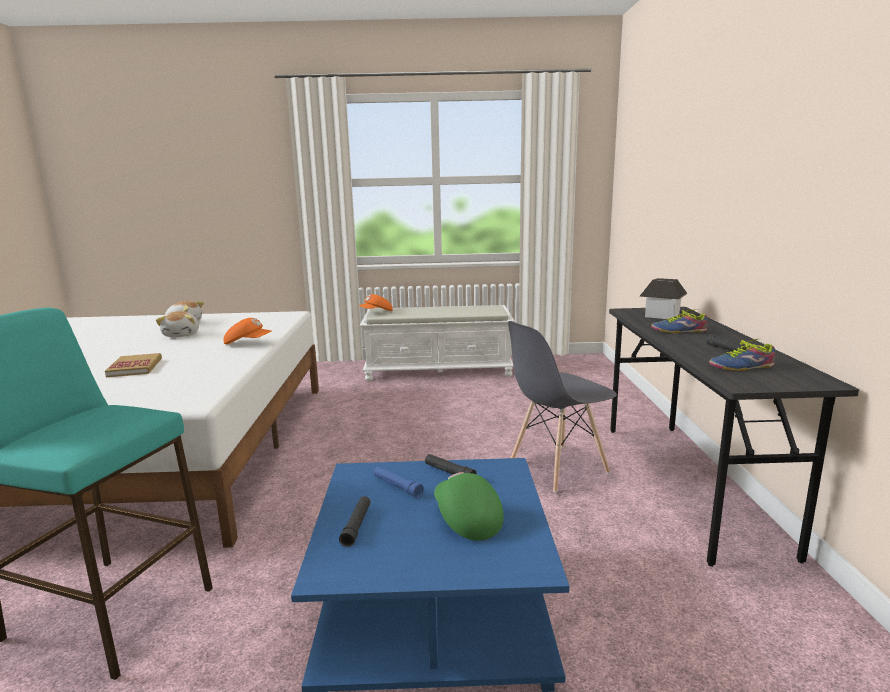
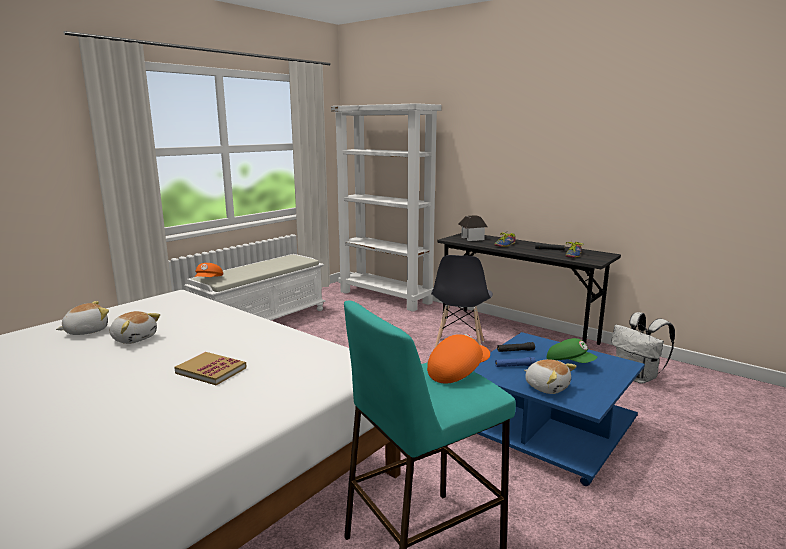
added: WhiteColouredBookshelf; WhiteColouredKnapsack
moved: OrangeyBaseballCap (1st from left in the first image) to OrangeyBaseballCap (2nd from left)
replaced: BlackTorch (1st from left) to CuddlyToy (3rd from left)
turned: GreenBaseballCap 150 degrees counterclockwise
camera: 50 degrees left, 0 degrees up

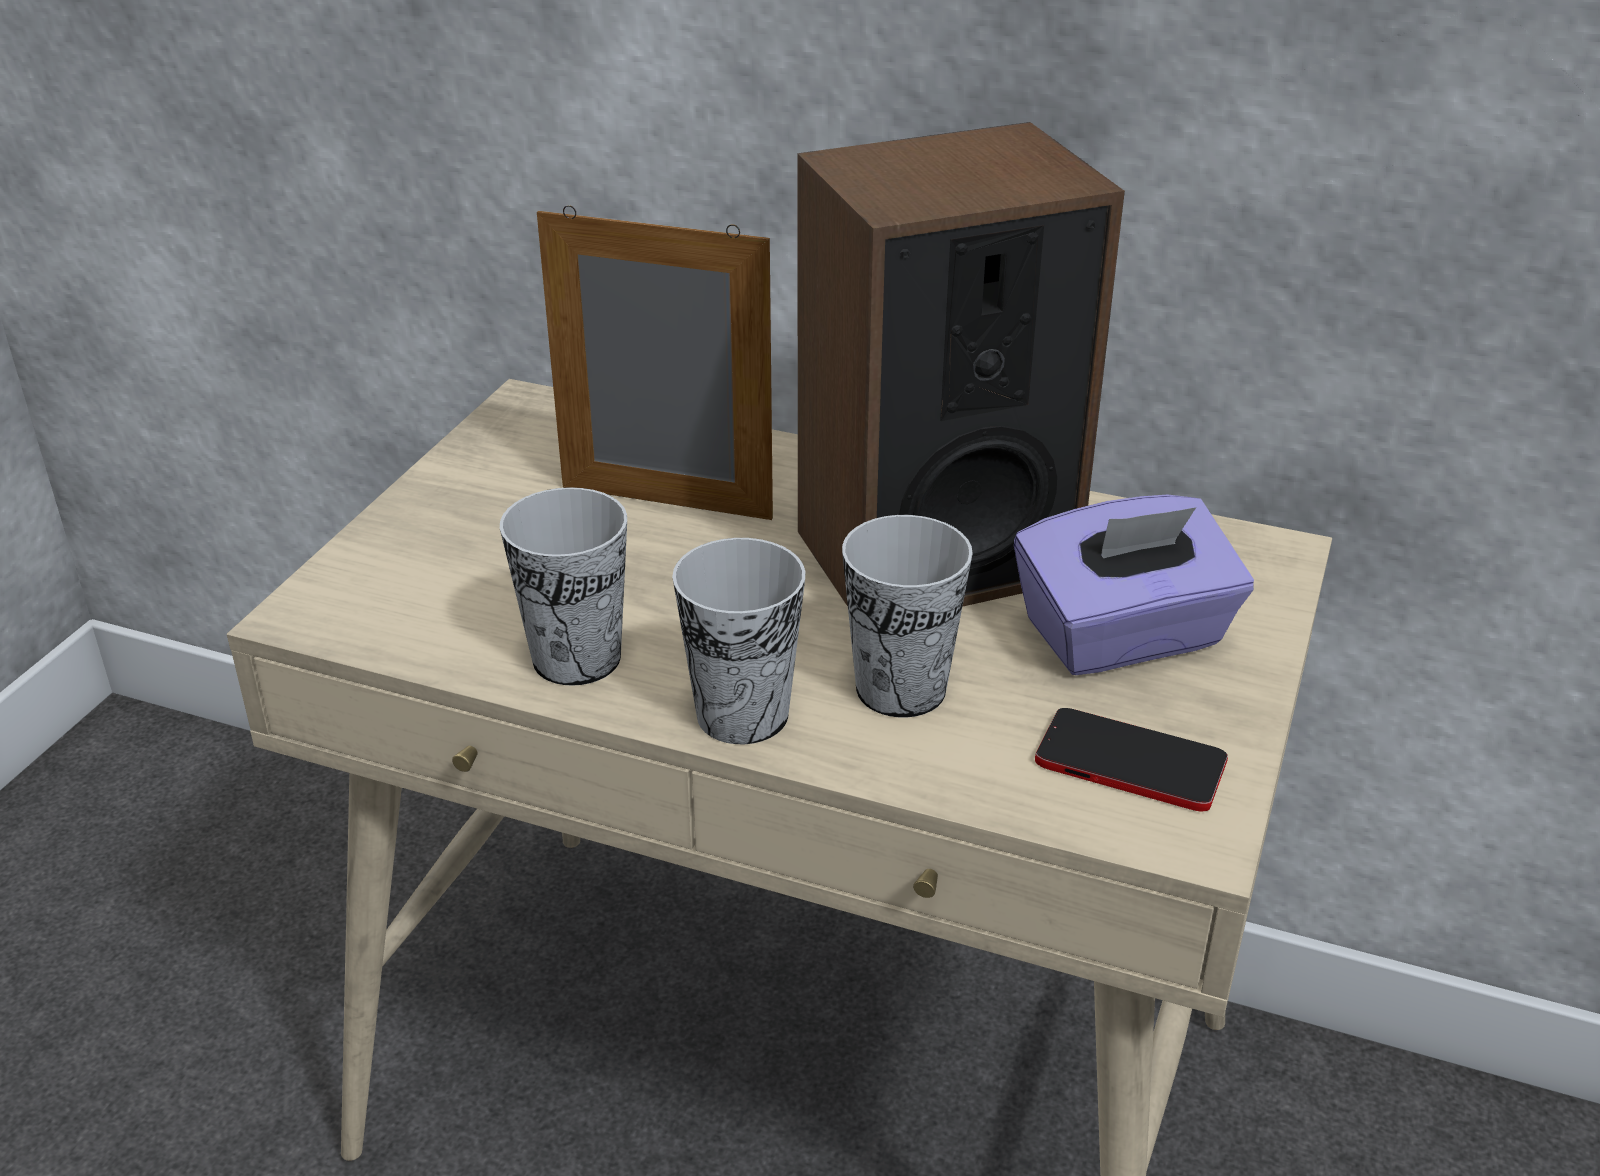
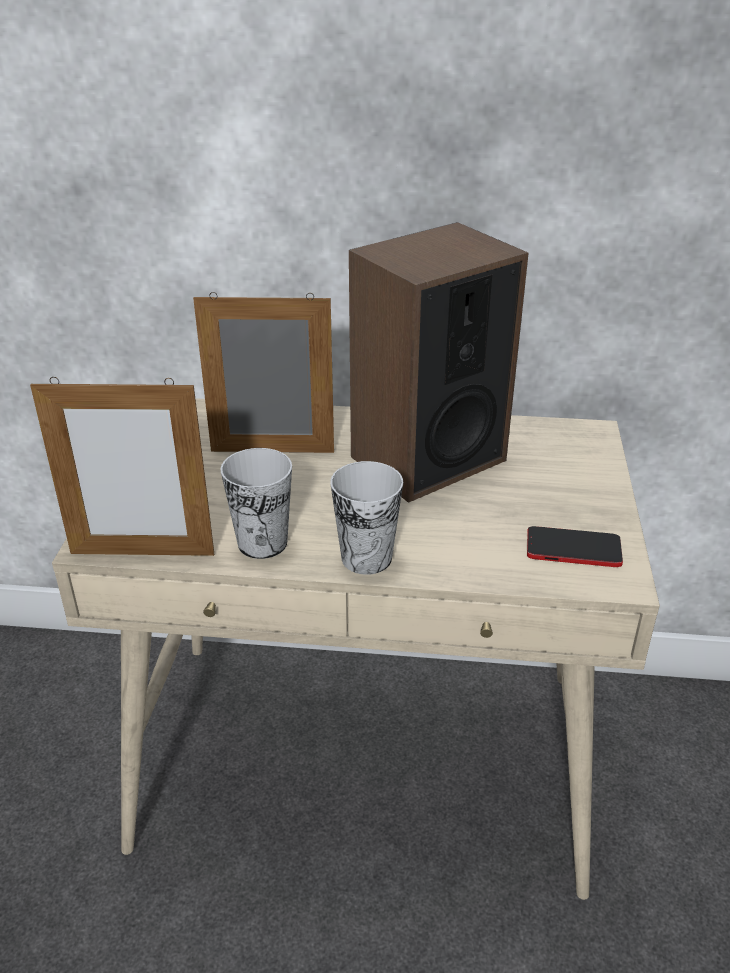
removed: DrinkingCup (3rd from left); PurpleTissueBox
added: PhotoFrame (1st from left)
camera: 15 degrees left, 0 degrees up

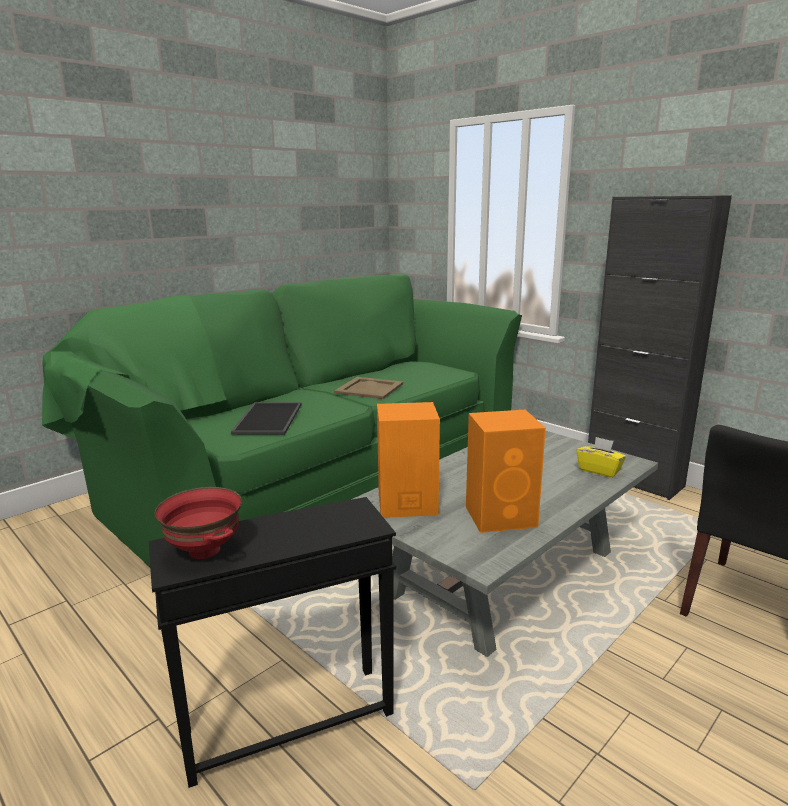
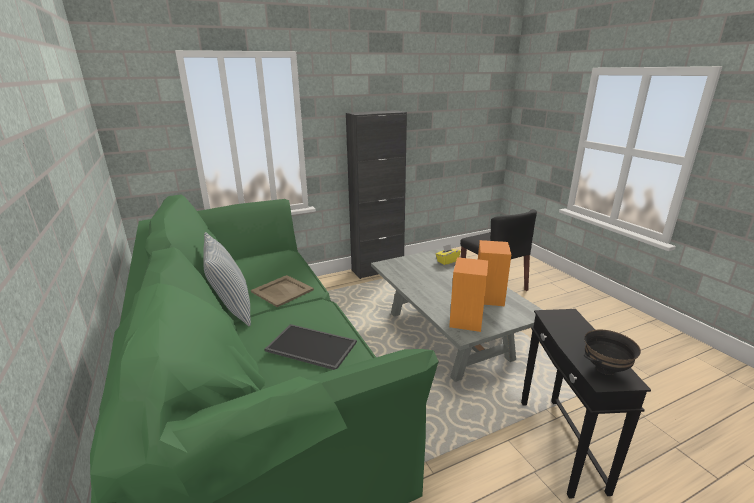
added: ThrowPillow
recoloured: RedServingBowl to BlackServingBowl
camera: 70 degrees left, 5 degrees up

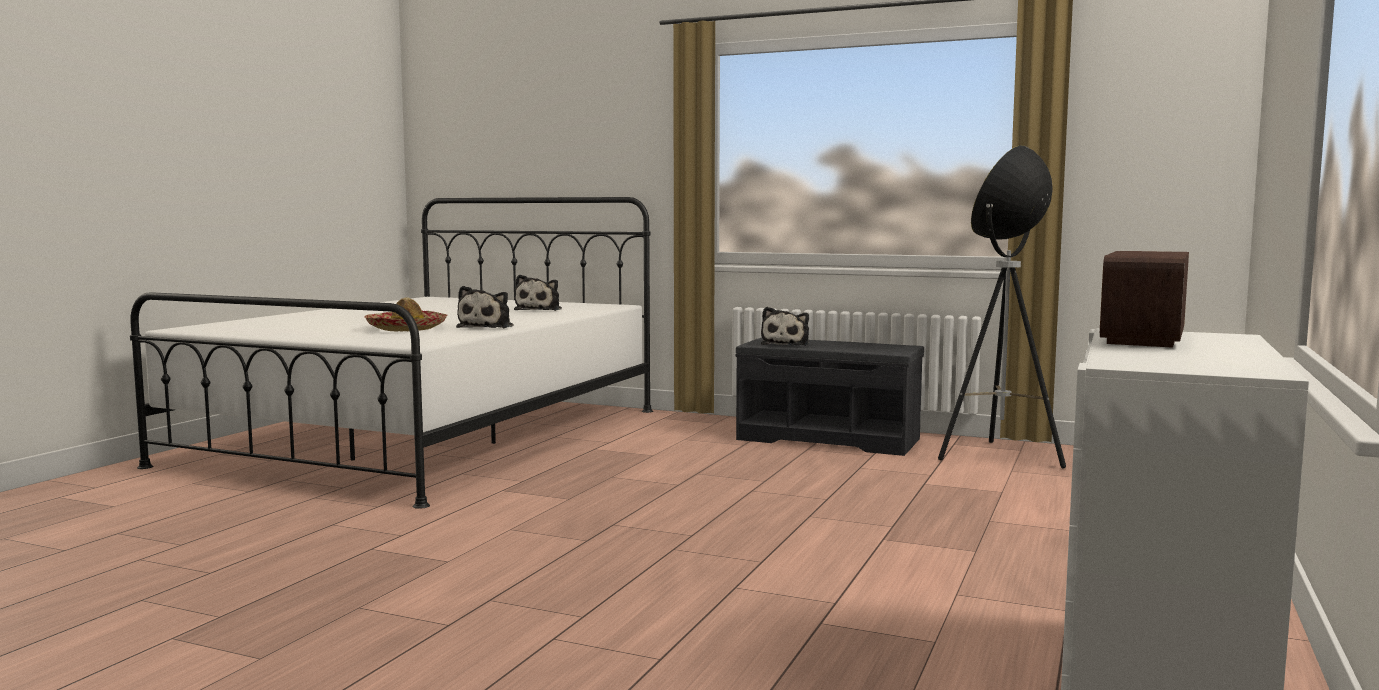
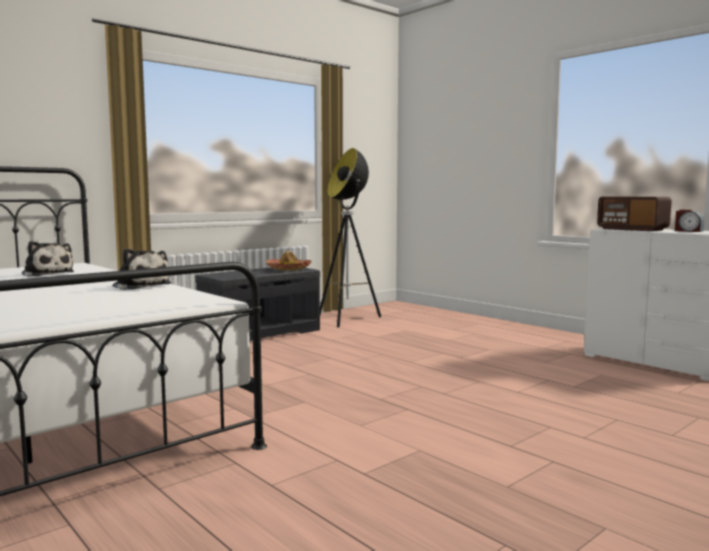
removed: CuddlyToy (3rd from left)
added: TableClock
moved: WearableHat
camera: 65 degrees left, 0 degrees up

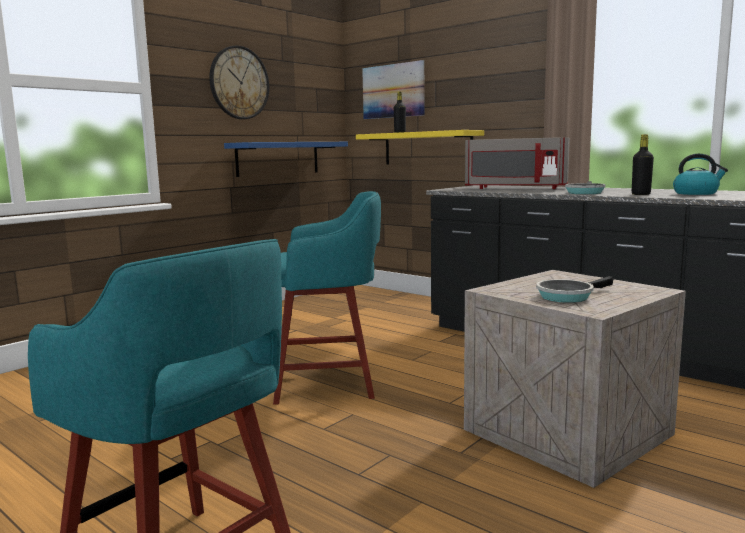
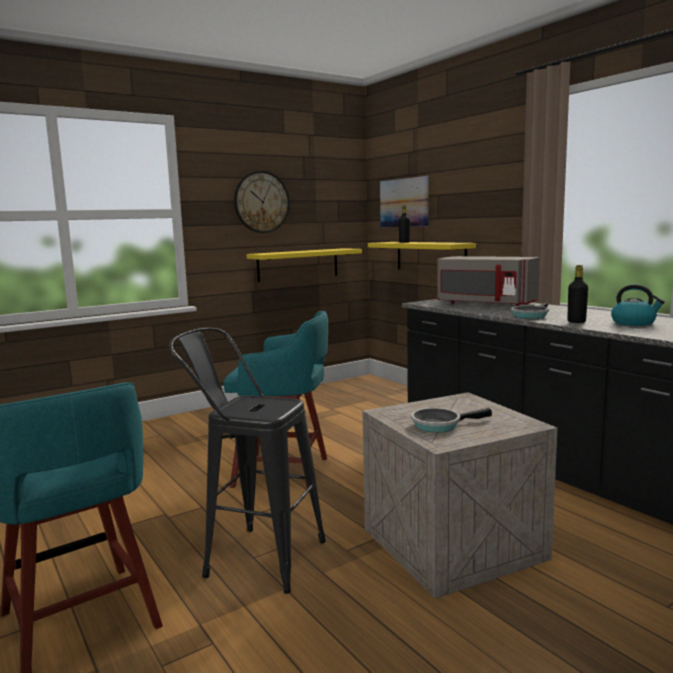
added: BlackSittingStool
recoloured: BluishShelf to YellowishShelf (1st from left)
camera: 15 degrees right, 0 degrees up

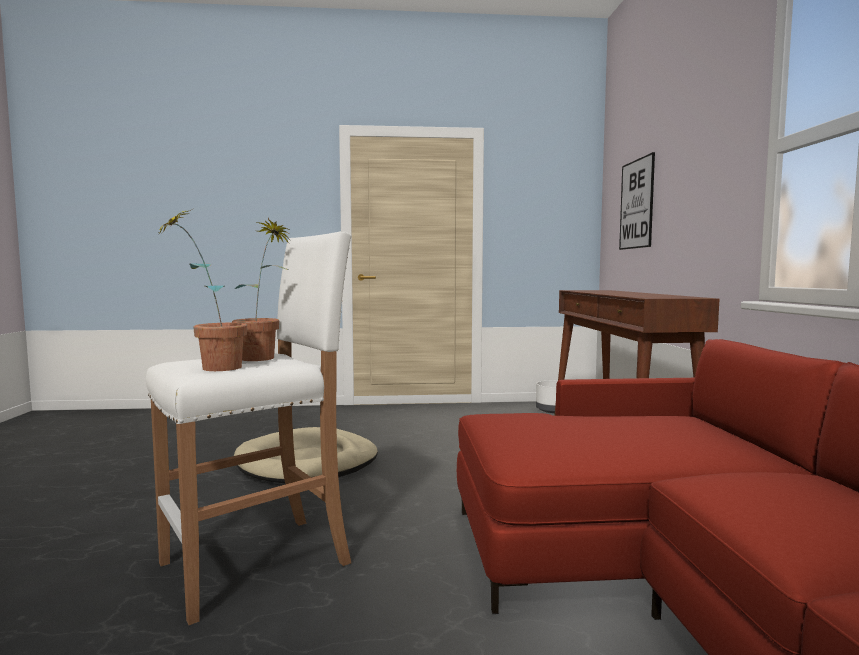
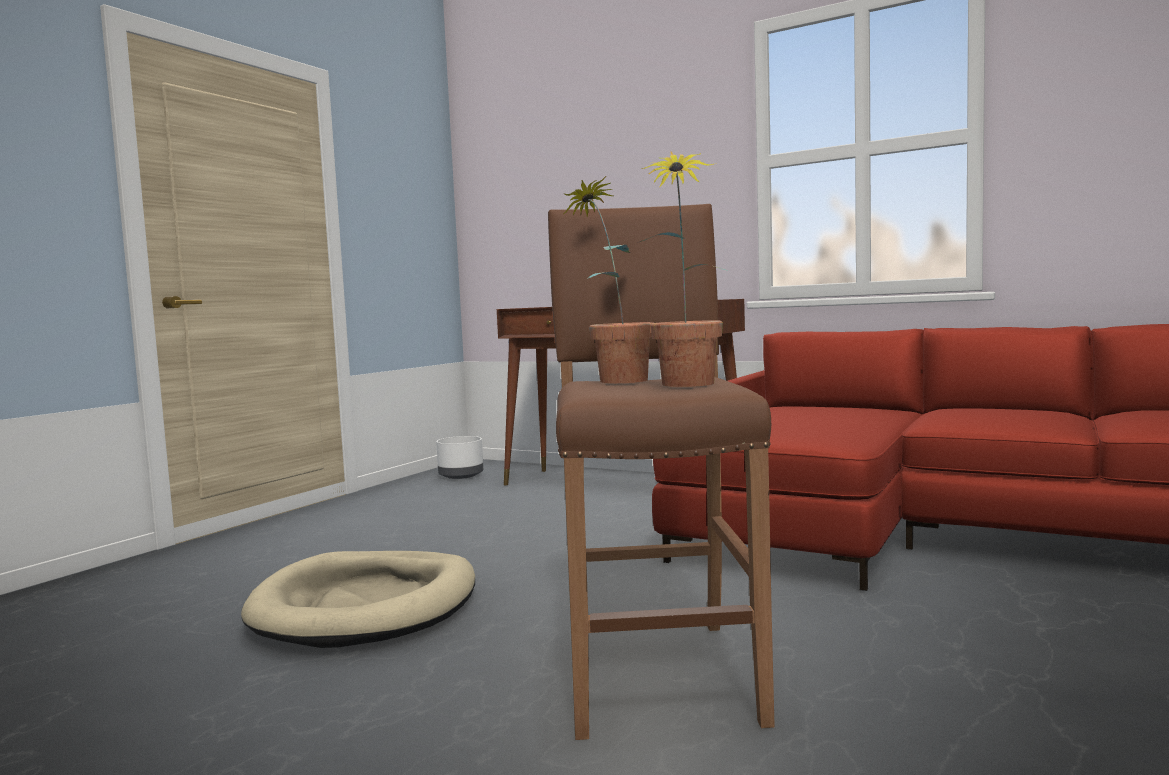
removed: WallArt
recoloured: WhiteColouredSittingStool to BrownSittingStool
camera: 55 degrees left, 0 degrees up

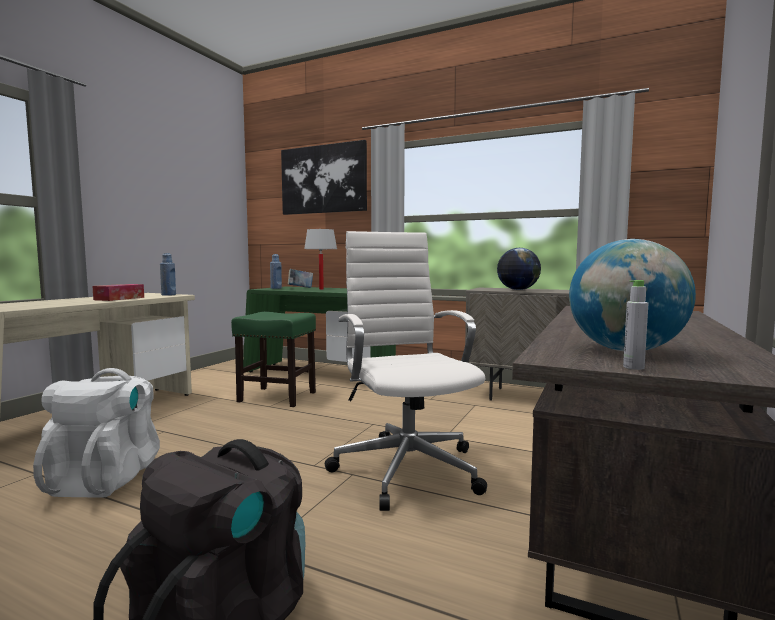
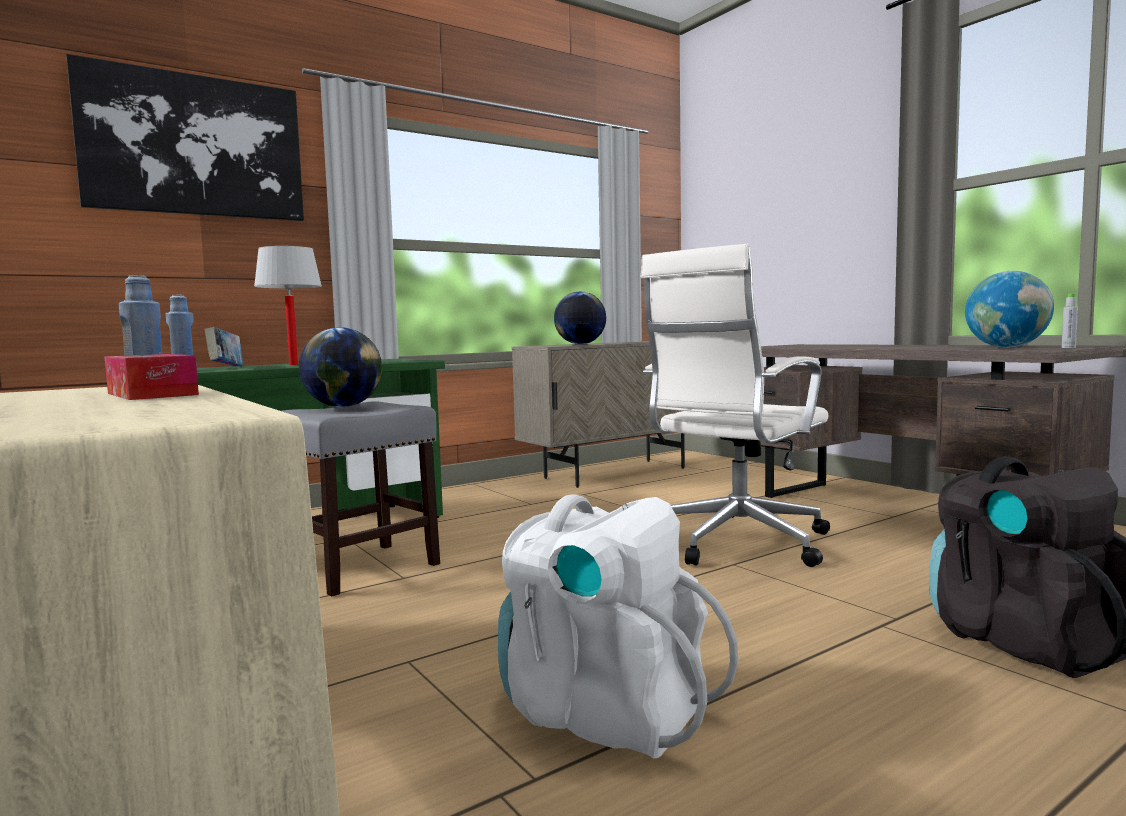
added: DeskGlobe (1st from left)
recoloured: GreenSittingStool to GreySittingStool
turned: WhiteColouredDeskChair 60 degrees counterclockwise
camera: 60 degrees left, 0 degrees up

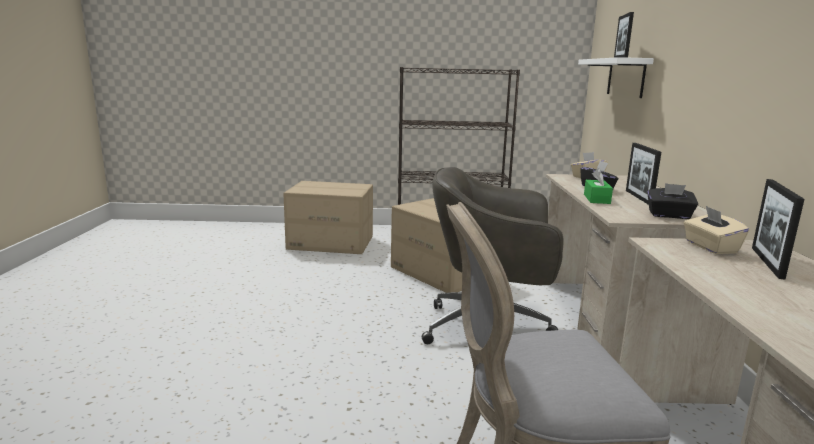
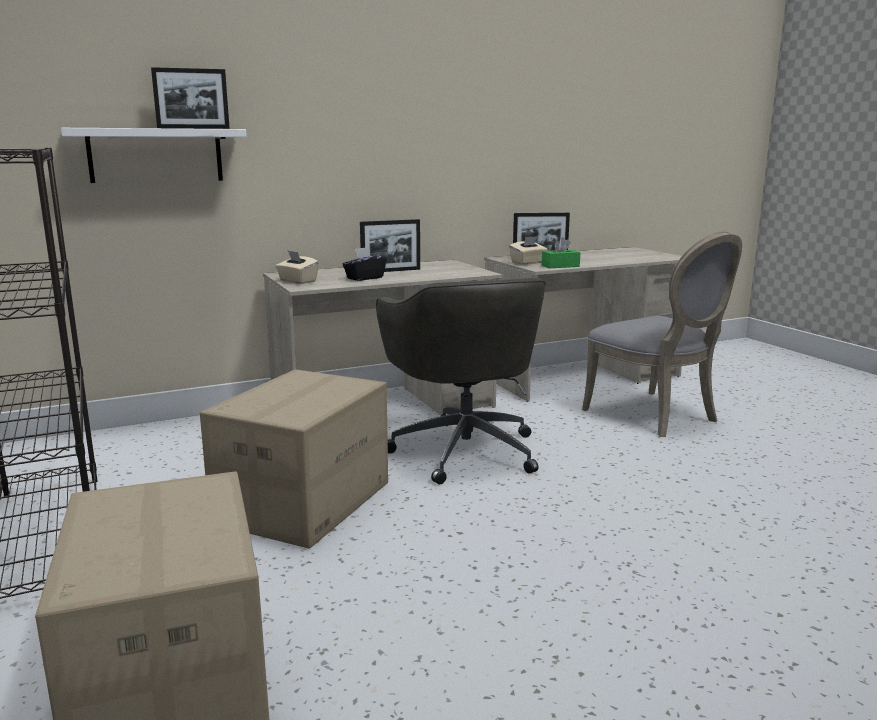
removed: BlackTissueBox (2nd from left)
moved: GreenTissueBox
camera: 115 degrees left, 0 degrees up

